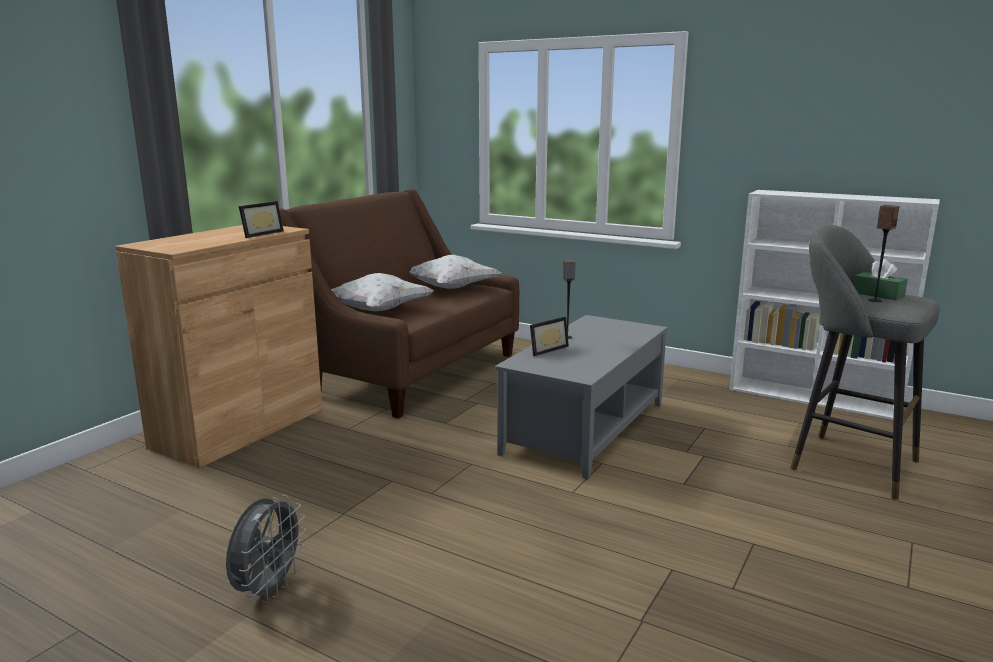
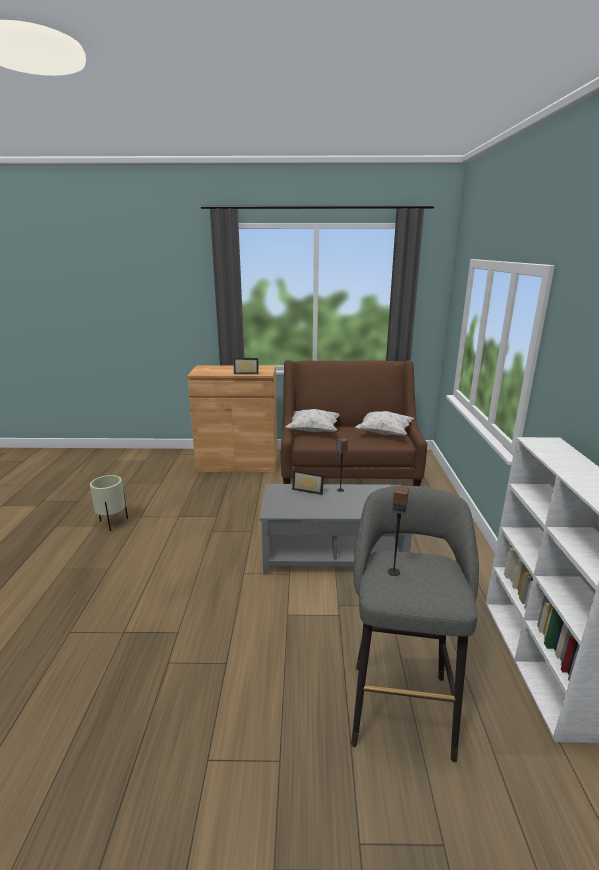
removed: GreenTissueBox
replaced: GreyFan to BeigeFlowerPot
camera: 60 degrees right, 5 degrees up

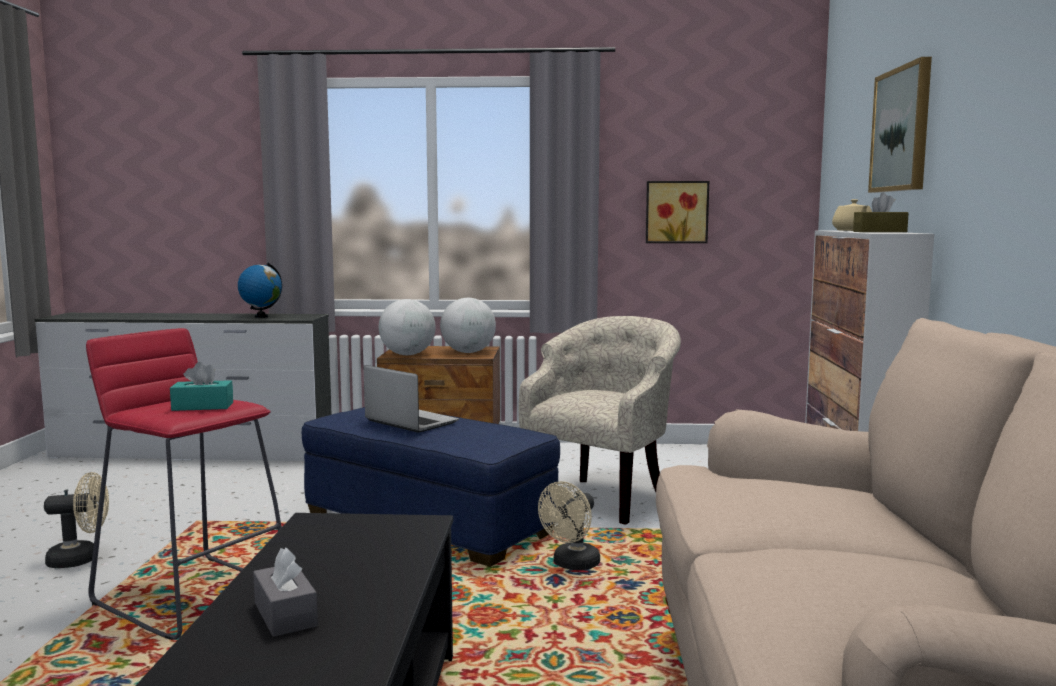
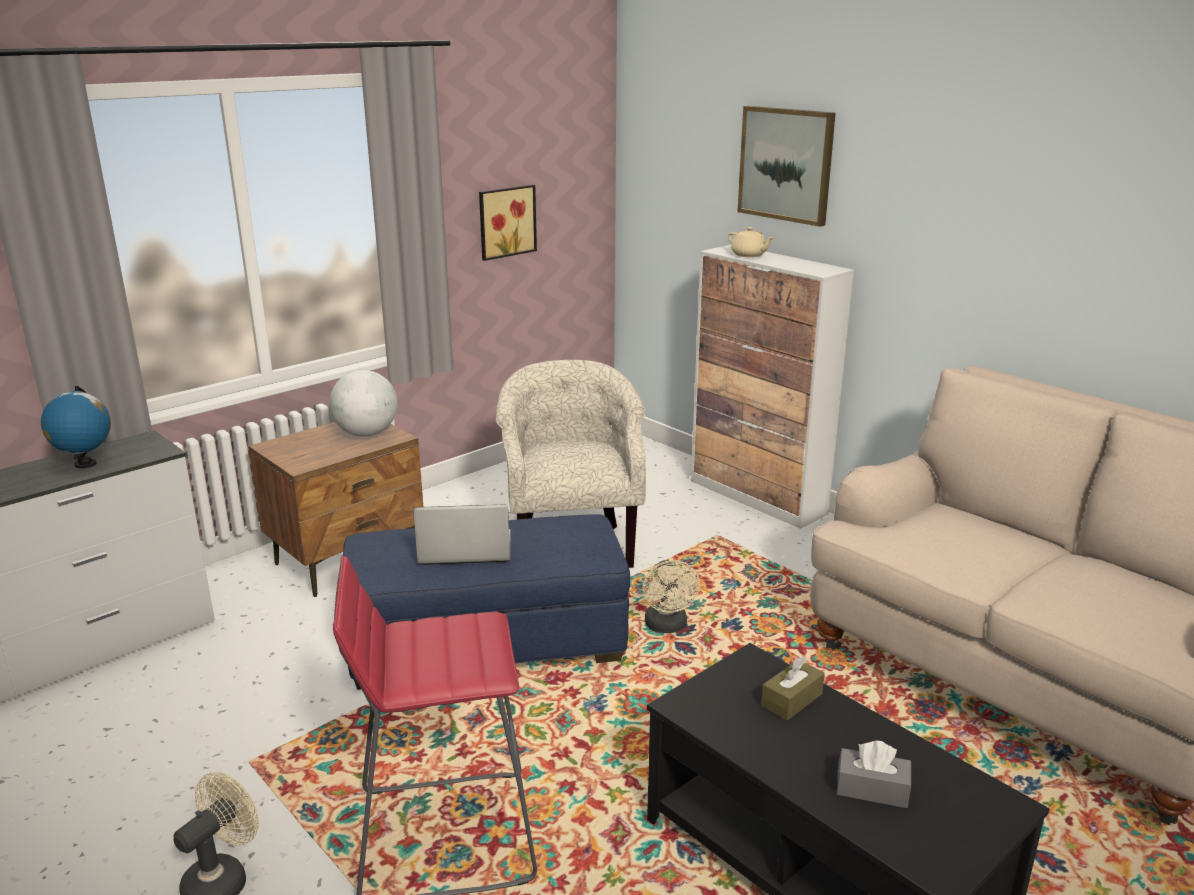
removed: TurquoiseTissueBox; DeskGlobe (2nd from left)
moved: BrownTissueBox
camera: 45 degrees left, 15 degrees up

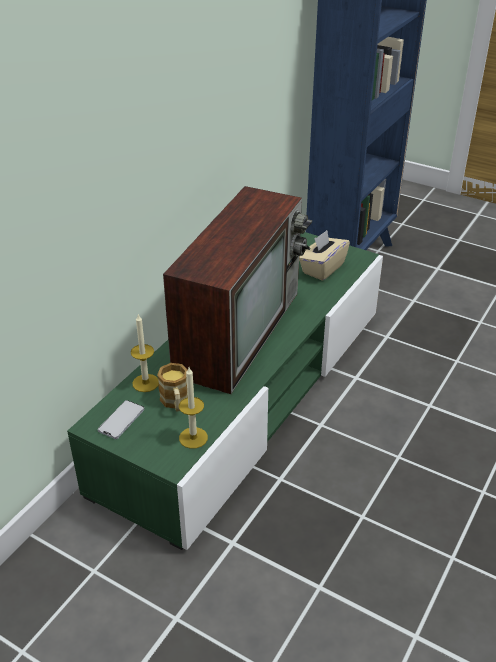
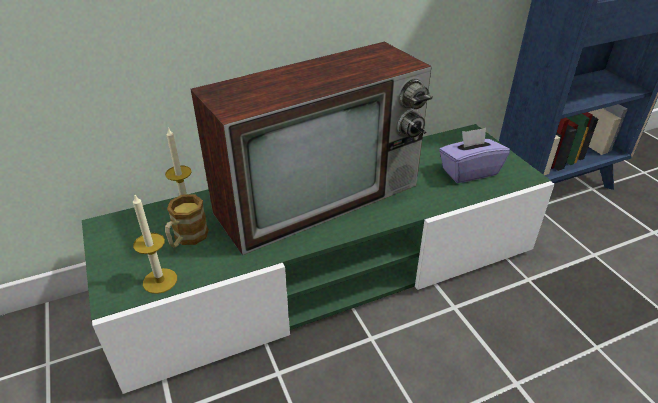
removed: Handset
recoloured: BeigeTissueBox to PurpleTissueBox
camera: 35 degrees right, 0 degrees up

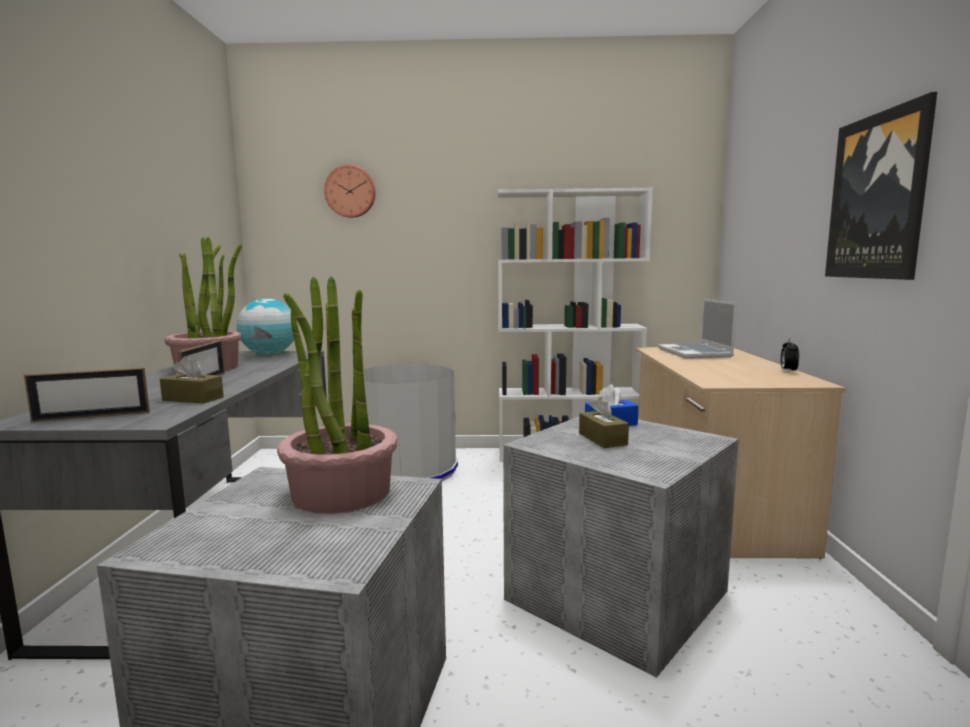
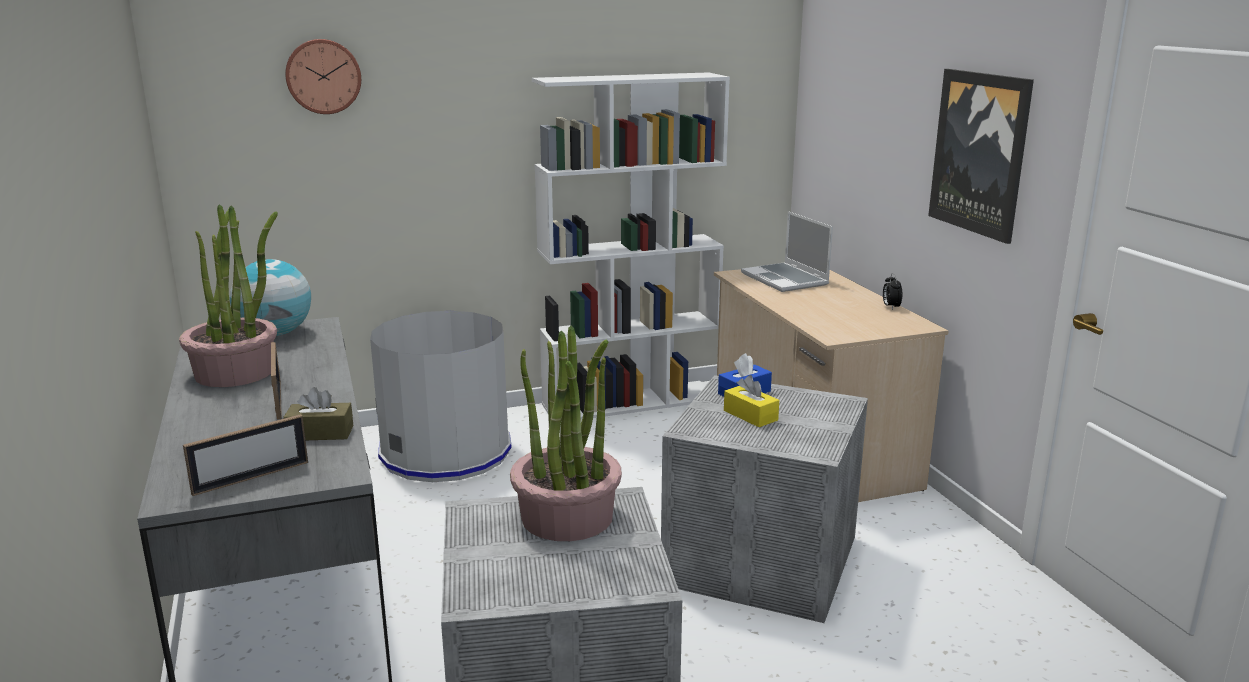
recoloured: BrownTissueBox (2nd from left) to YellowishTissueBox
camera: 20 degrees left, 10 degrees up

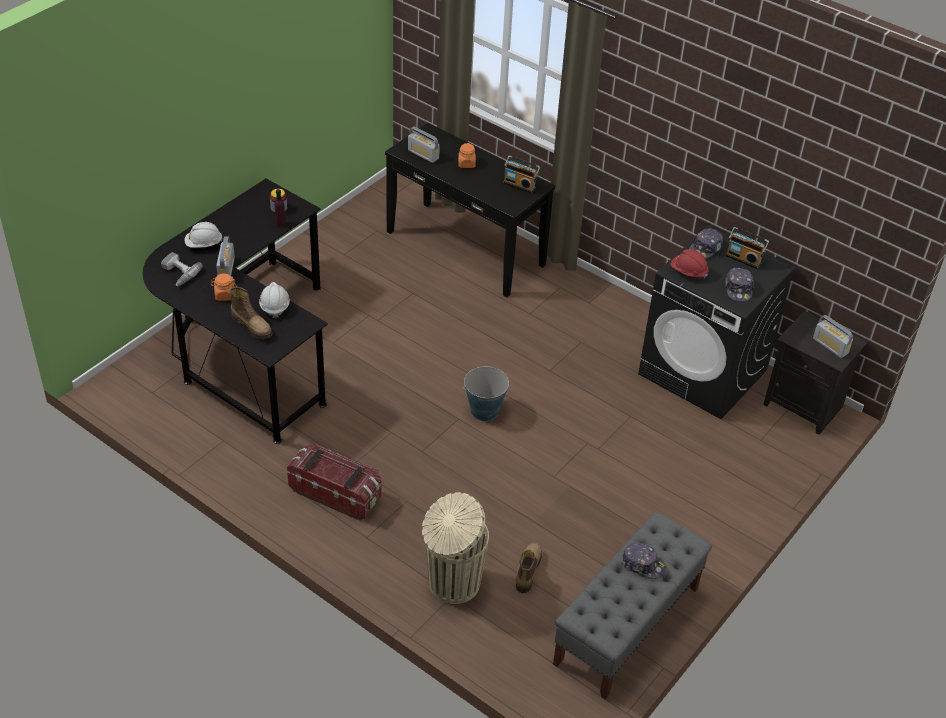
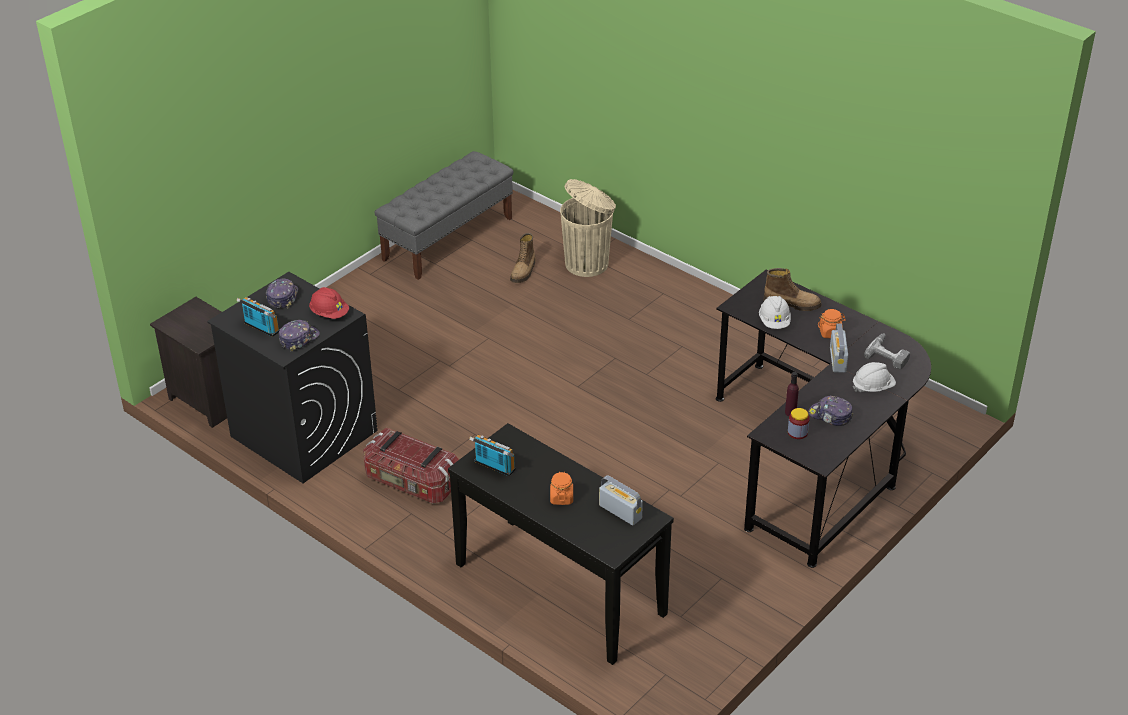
removed: Pail; RadioSet (5th from left)
moved: StorageBin; BaseballCap (1st from left in the first image) to BaseballCap (3rd from left)
turned: TallBoot (1st from left in the first image) 150 degrees clockwise
camera: 175 degrees left, 5 degrees down

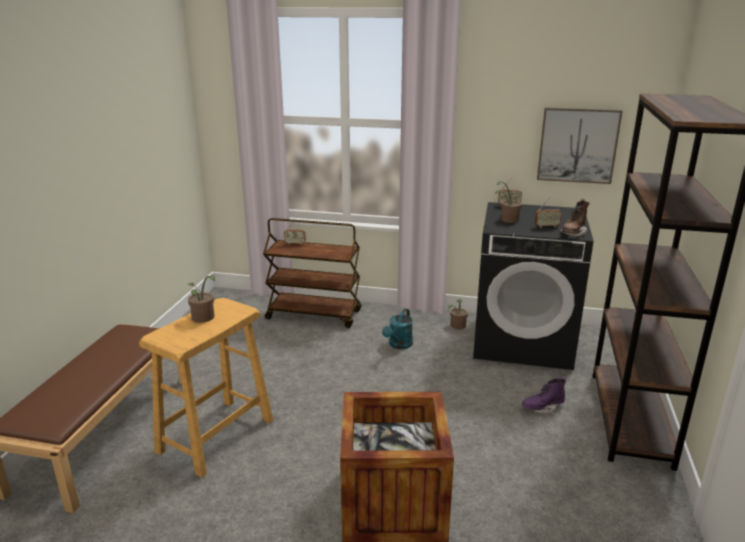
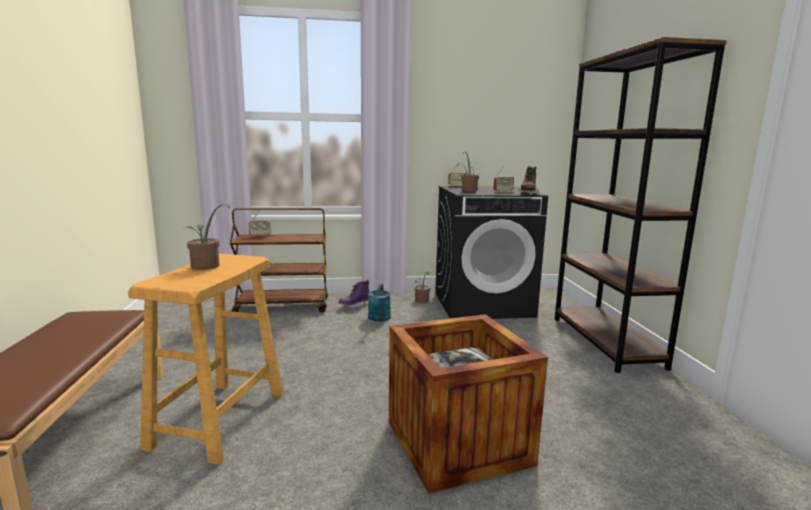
removed: WallArt
moved: PurpleTallBoot
camera: 20 degrees left, 10 degrees down

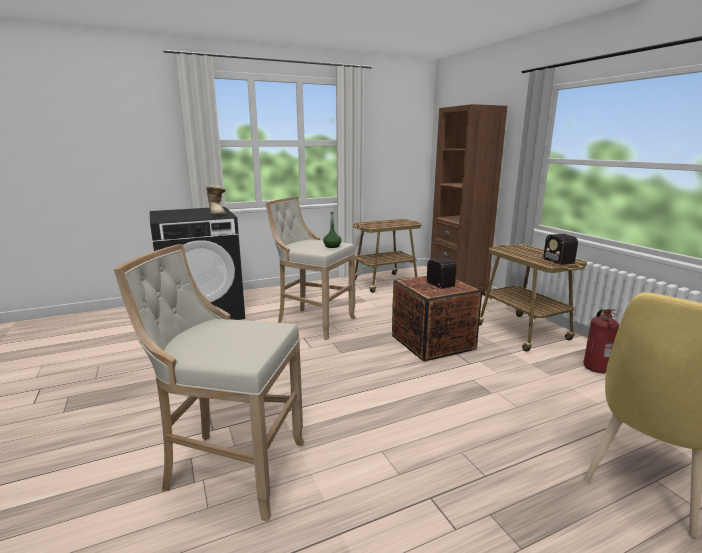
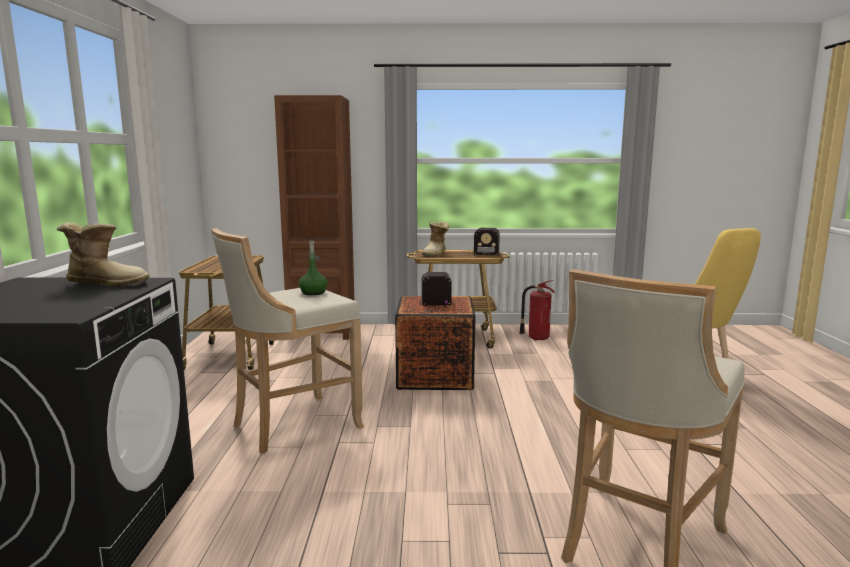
added: TallBoot (2nd from left)
camera: 65 degrees left, 5 degrees down

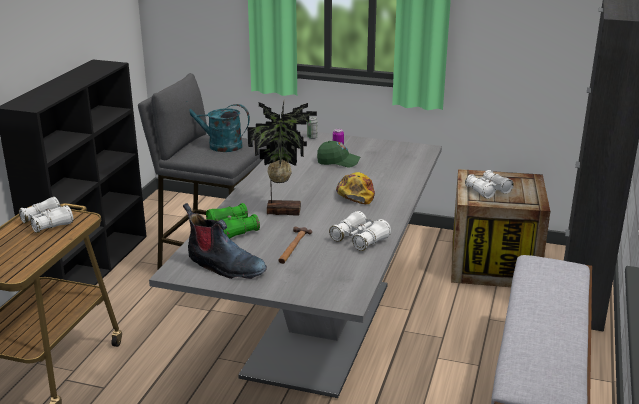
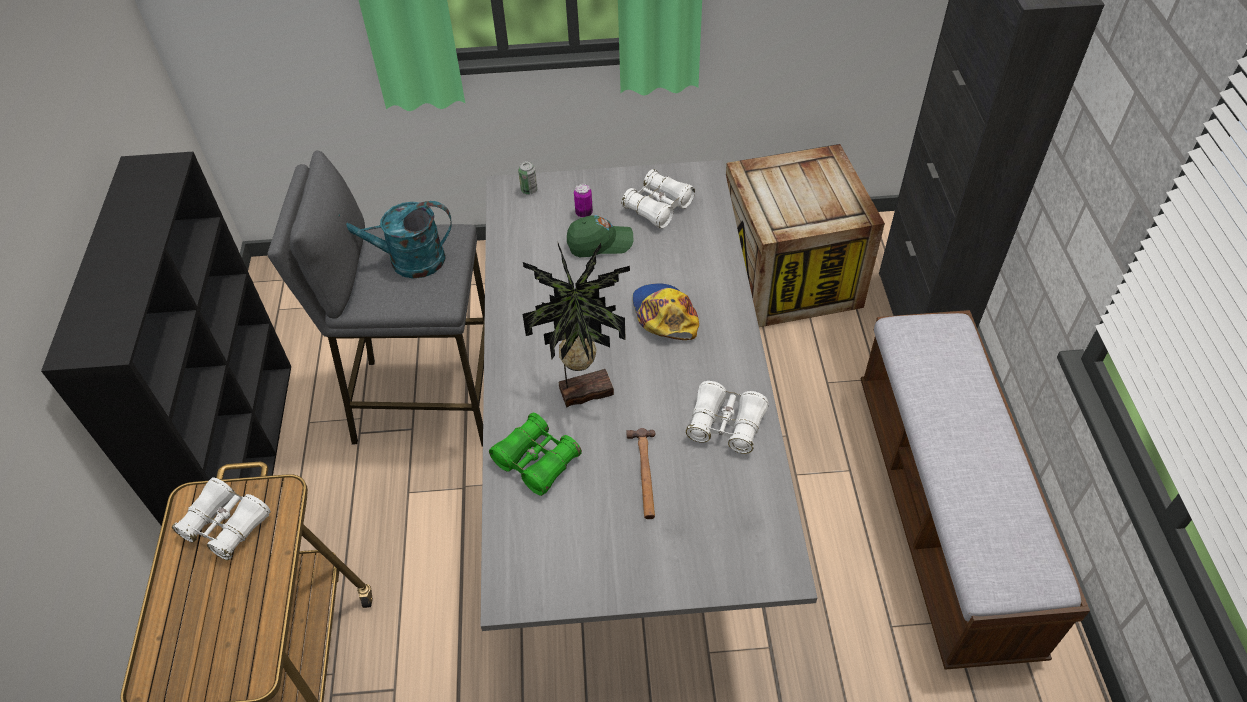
removed: TallBoot
moved: WhiteColouredPairOfBinoculars (3rd from left in the first image) to WhiteColouredPairOfBinoculars (2nd from left)
camera: 20 degrees left, 25 degrees up

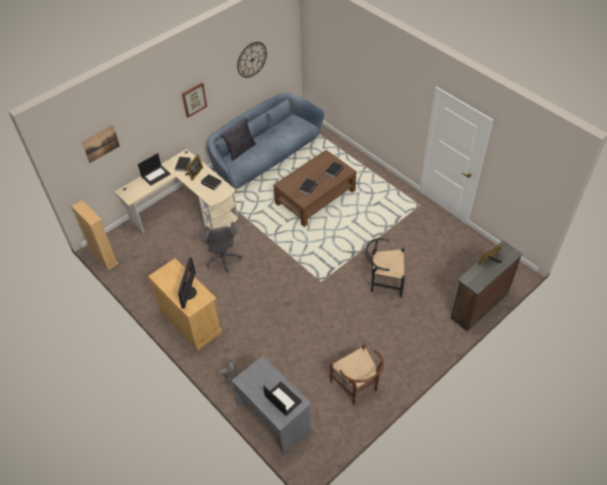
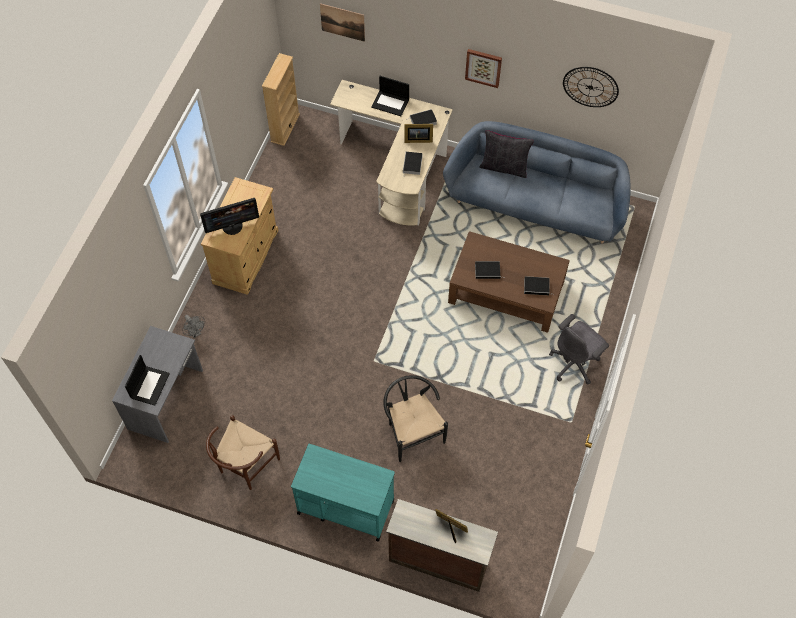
added: TurquoiseWheeledCart
moved: GreyDeskChair
camera: 60 degrees right, 10 degrees up

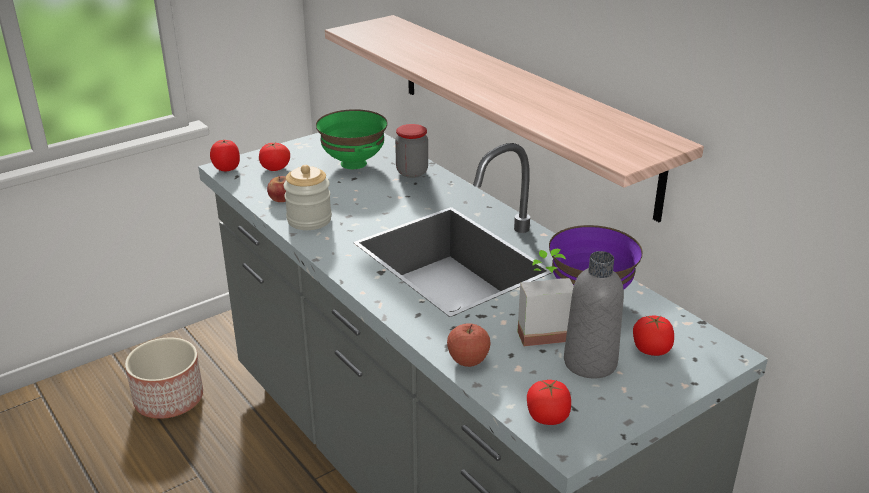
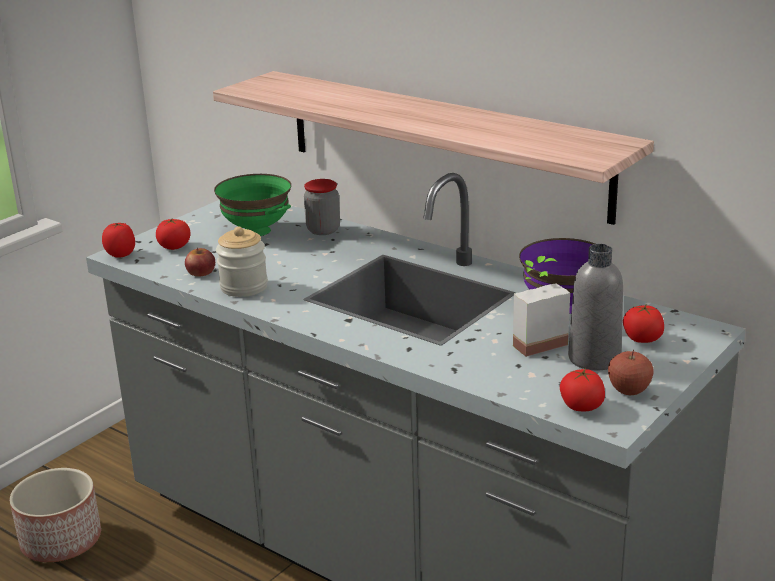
moved: WholeApple (2nd from left)
camera: 15 degrees left, 5 degrees down

